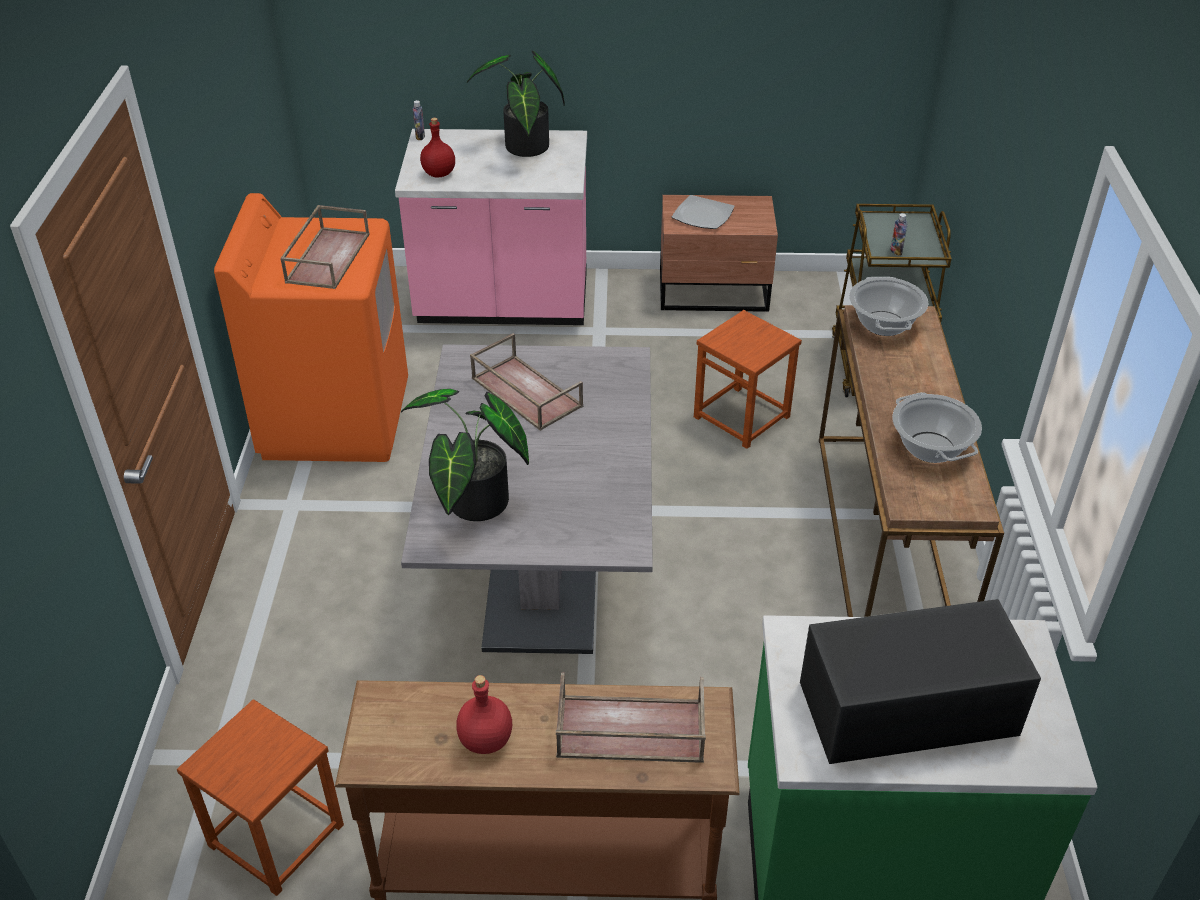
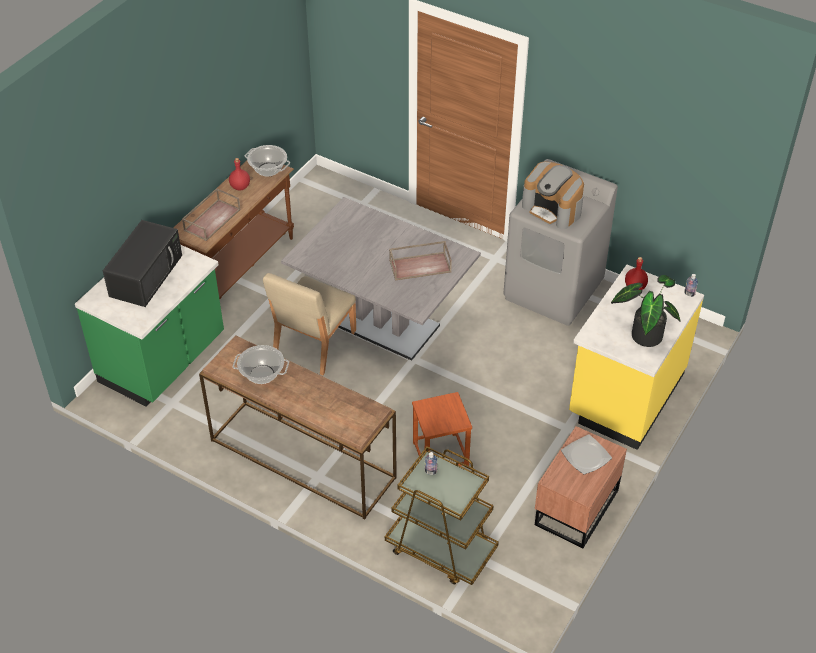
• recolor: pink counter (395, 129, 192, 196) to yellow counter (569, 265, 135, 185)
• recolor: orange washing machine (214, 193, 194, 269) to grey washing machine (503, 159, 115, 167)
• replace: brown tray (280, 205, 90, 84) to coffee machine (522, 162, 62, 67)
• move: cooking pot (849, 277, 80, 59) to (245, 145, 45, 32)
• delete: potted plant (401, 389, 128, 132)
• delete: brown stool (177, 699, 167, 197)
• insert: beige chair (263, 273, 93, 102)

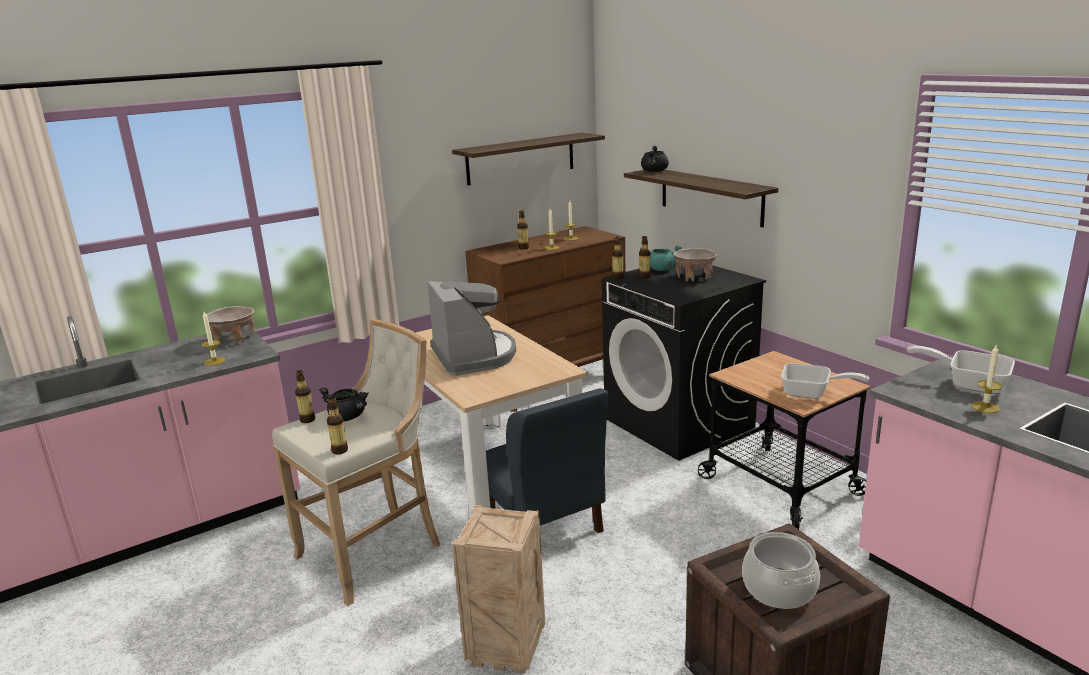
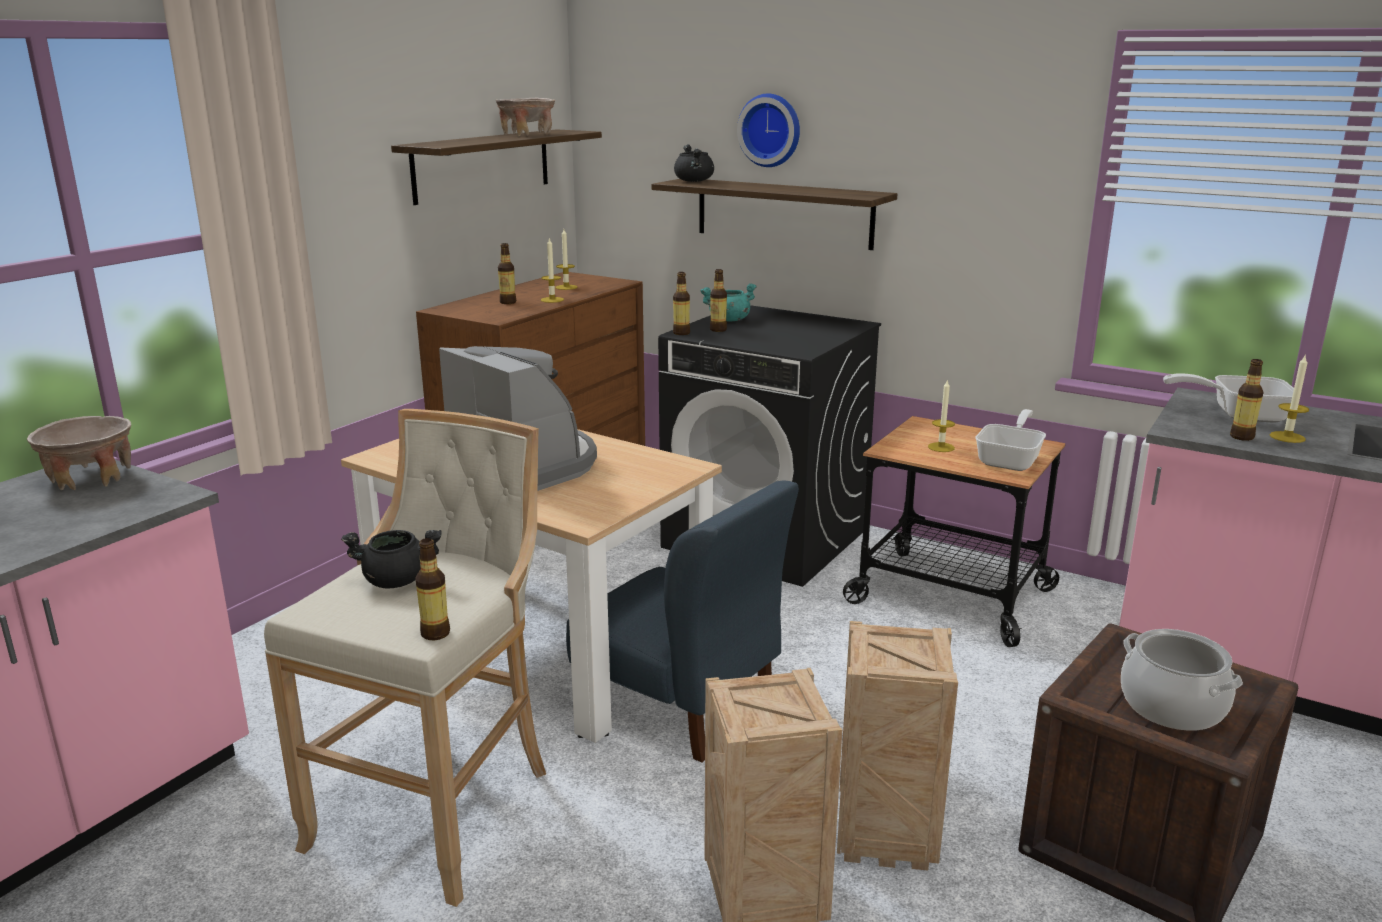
• move: beige bowl (673, 248, 44, 34) to (496, 98, 59, 39)
• move: candle (202, 312, 23, 54) to (928, 379, 27, 73)
• rotate: frying pan (781, 363, 89, 36) = (975, 409, 71, 62) 60 degrees counterclockwise
• move: bottle (295, 370, 20, 53) to (1230, 359, 34, 82)
• insert: wall clock (737, 93, 63, 74)
• insert: crate (837, 621, 121, 250)

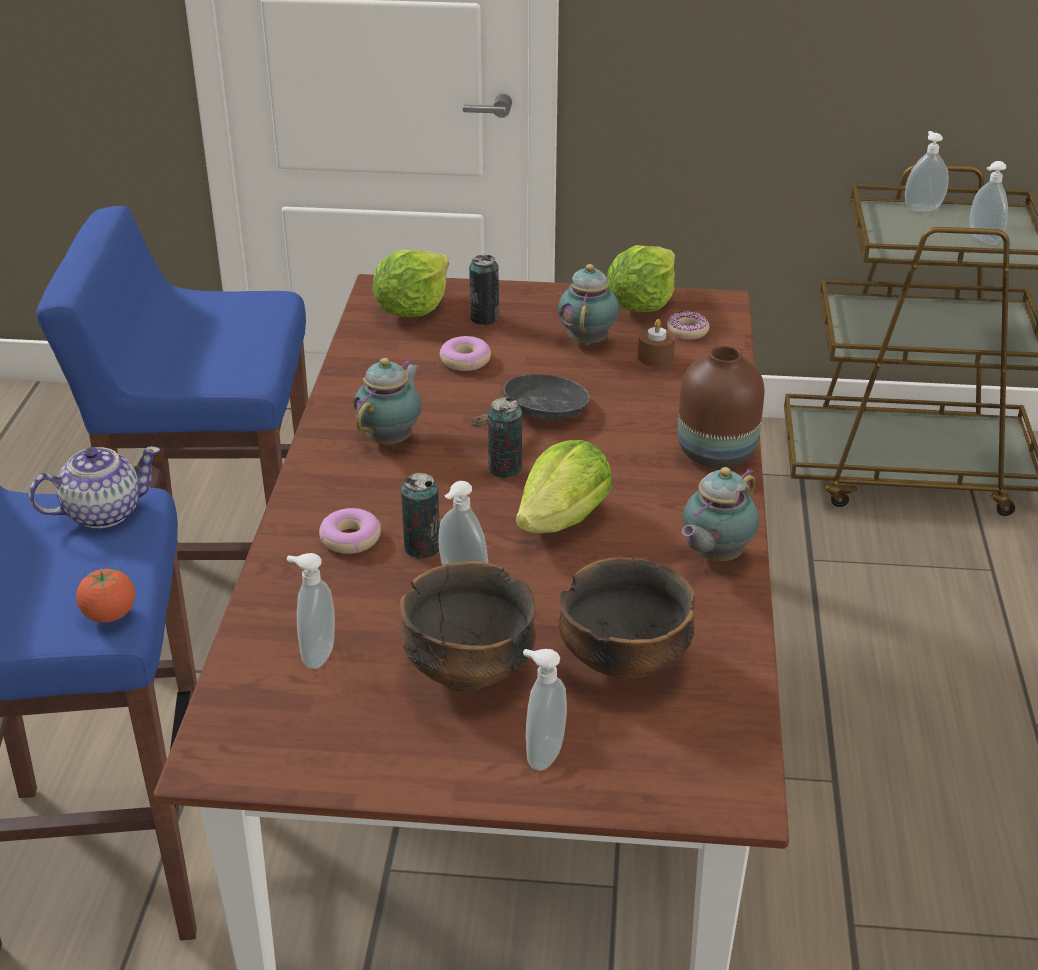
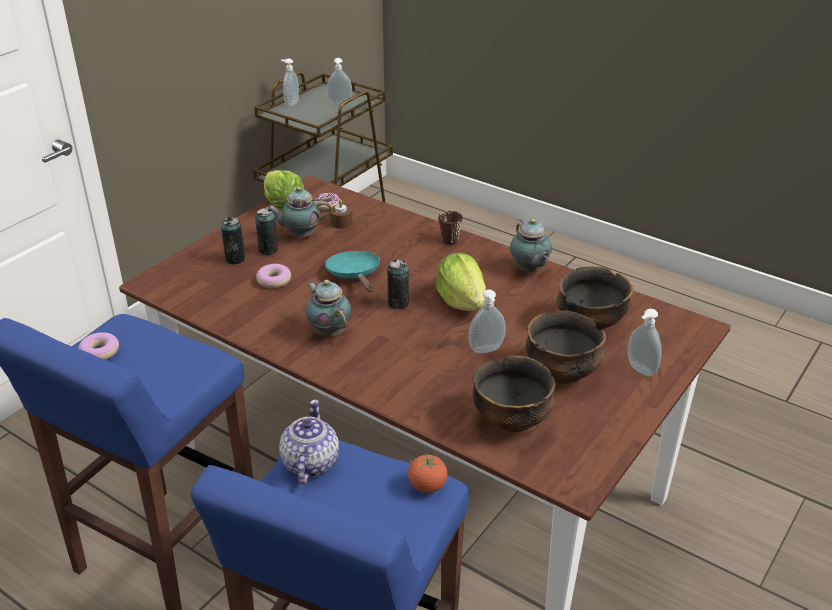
• delete: lettuce (372, 250, 77, 67)
• rotate: teapot (558, 264, 61, 81) = (266, 187, 66, 50) 45 degrees counterclockwise
• replace: brown vase (678, 346, 86, 122) to brown mug (438, 211, 24, 34)
• recolor: black frying pan (471, 374, 119, 53) to turquoise frying pan (325, 251, 55, 41)
• move: can (401, 472, 39, 86) to (255, 208, 23, 47)
• move: donut (319, 508, 62, 46) to (78, 332, 41, 28)
• replace: soap dispenser (287, 553, 48, 116) to bowl (472, 356, 83, 76)

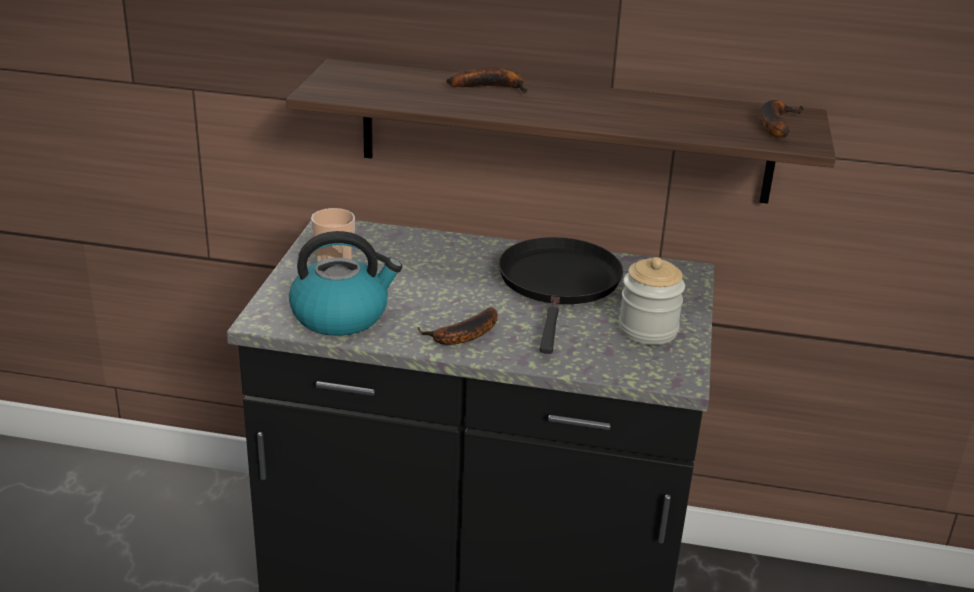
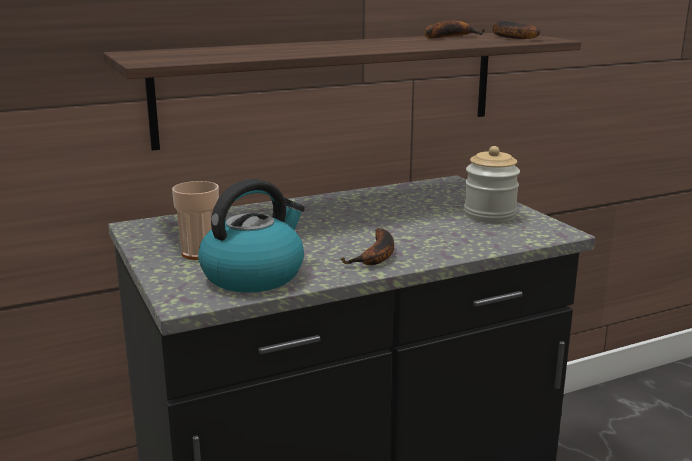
• move: banana (447, 67, 81, 27) to (424, 20, 61, 18)
• delete: black frying pan (498, 237, 125, 117)

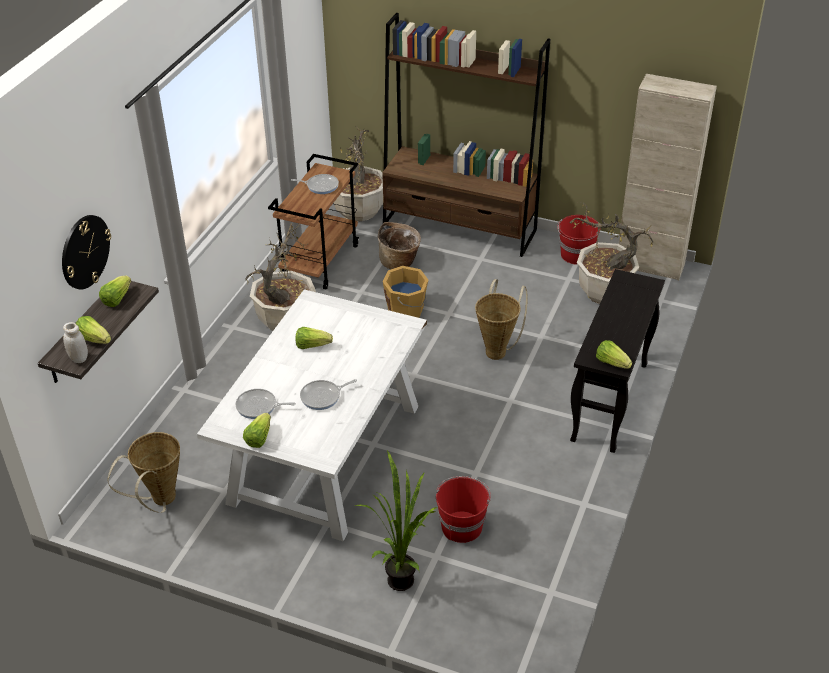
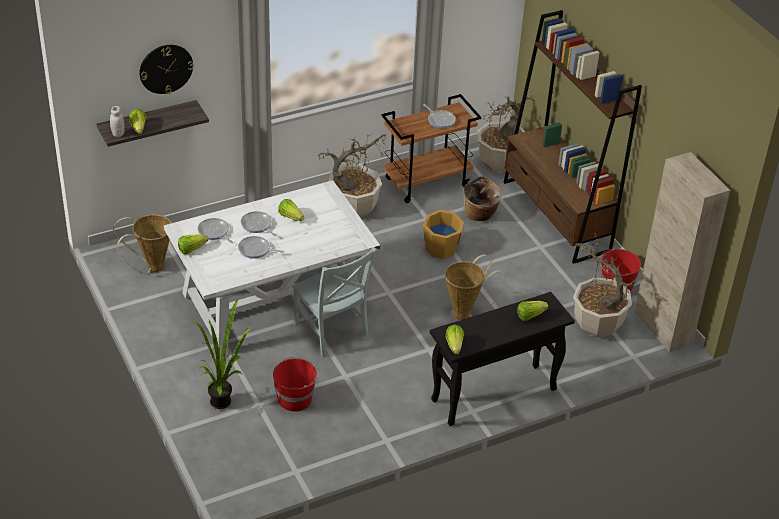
• move: lettuce (99, 276, 32, 31) to (517, 301, 31, 20)
• insert: frying pan (241, 211, 35, 25)
• insert: grey chair (292, 247, 85, 111)

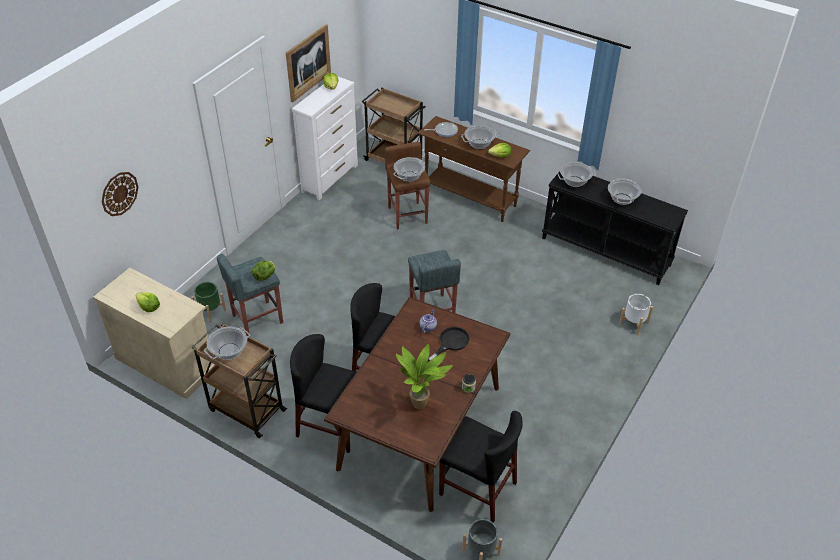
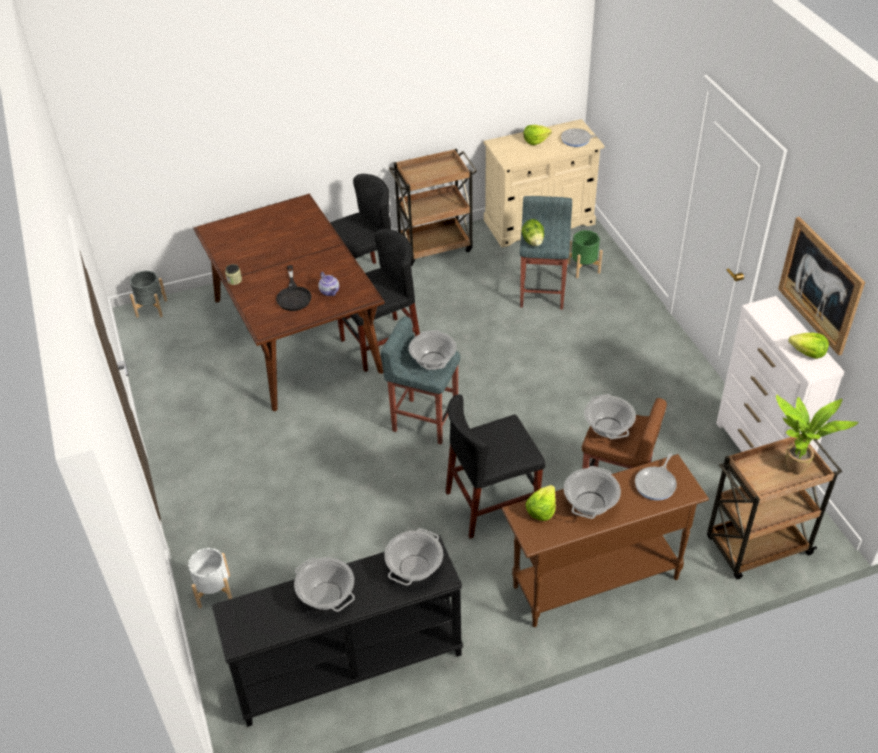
• delete: wall clock (102, 172, 36, 44)
• move: cooking pot (204, 327, 46, 33) to (409, 330, 48, 40)
• move: potted plant (396, 344, 57, 65) to (776, 394, 83, 80)
• move: black chair (439, 411, 84, 112) to (446, 395, 100, 144)
• insert: frying pan (561, 128, 45, 19)

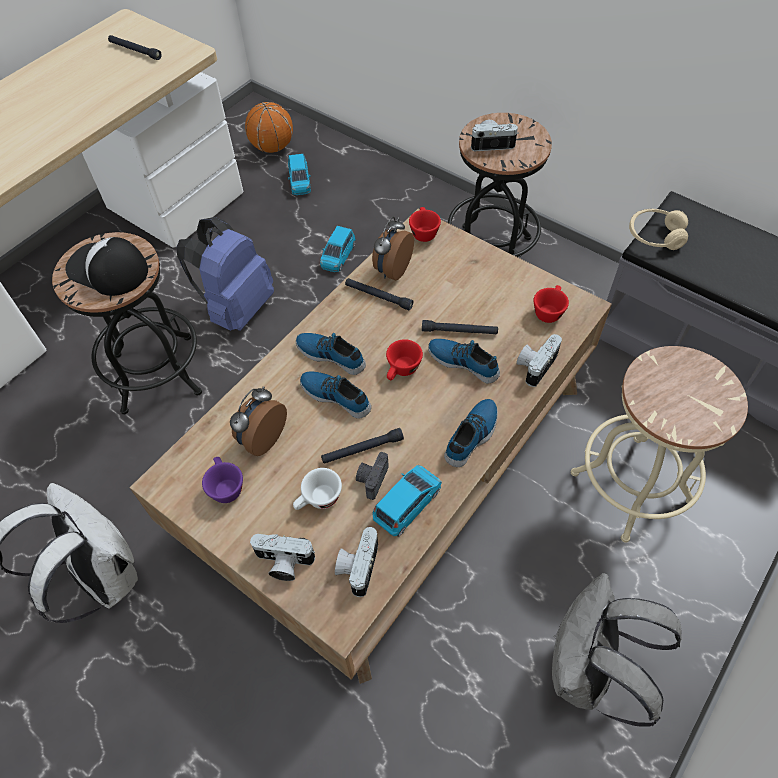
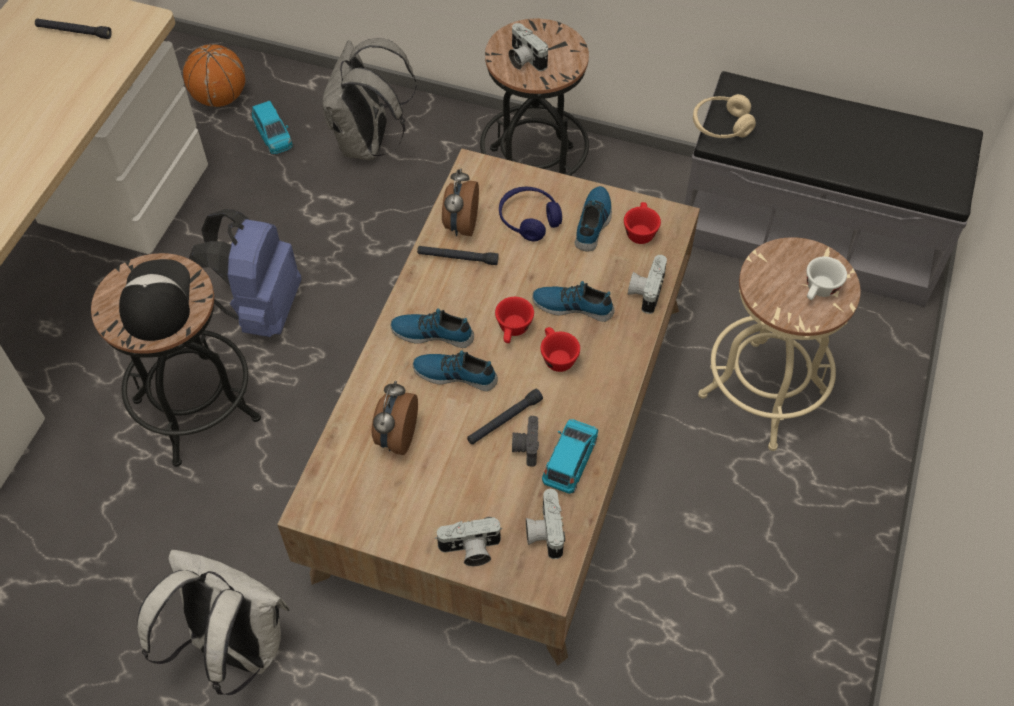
• rotate: photo camera (470, 120, 49, 31) = (509, 23, 39, 48) 105 degrees counterclockwise
• move: red cup (409, 207, 32, 35) to (540, 327, 40, 45)
• delete: blue toy car (320, 226, 36, 46)
• rotate: cap (65, 237, 83, 59) = (119, 259, 71, 82) 75 degrees clockwise
• delete: black flashlight (422, 320, 76, 14)
• move: shoe (444, 399, 54, 68) to (575, 186, 37, 65)
• delete: purple cup (202, 457, 41, 46)
• move: white cup (293, 468, 49, 42) to (806, 257, 41, 43)
• move: grey backpack (552, 573, 130, 154) to (322, 38, 95, 122)
• insert: blue headphones (499, 187, 63, 54)

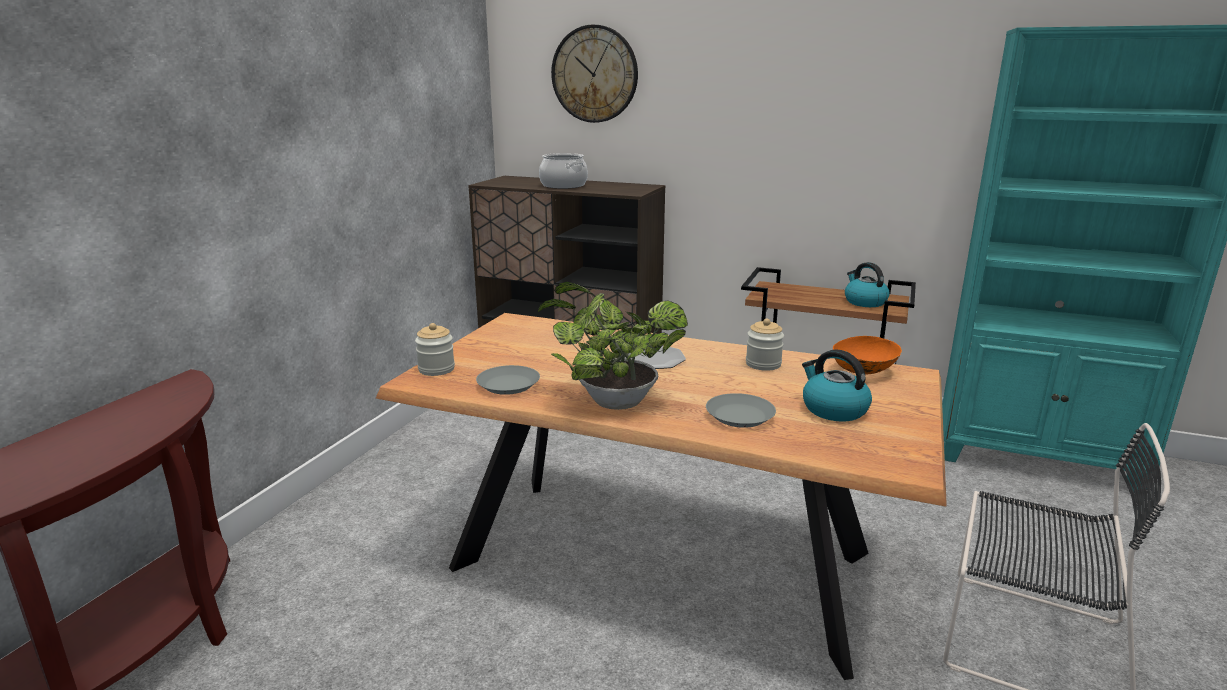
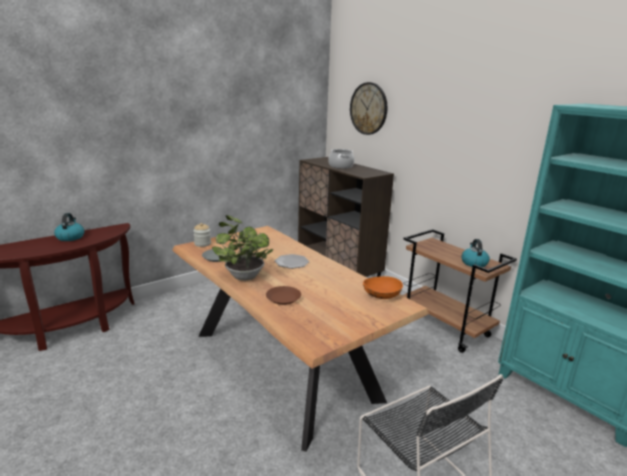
• delete: jar (746, 319, 38, 52)
• move: kettle (802, 349, 70, 72) to (54, 213, 30, 28)
• recolor: grey plate (706, 393, 70, 35) to brown plate (266, 286, 35, 19)

